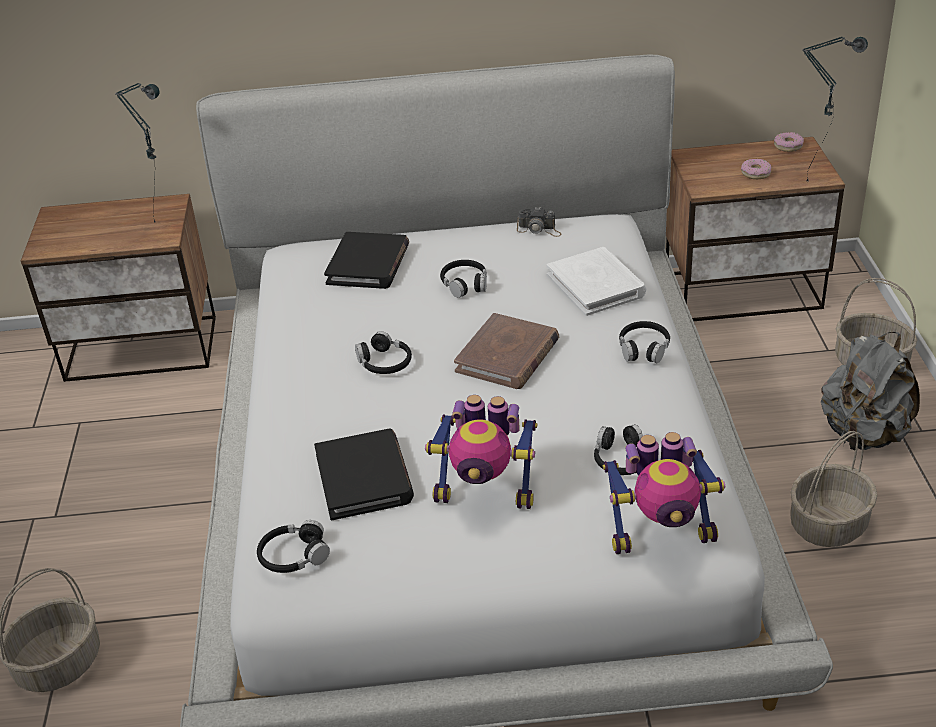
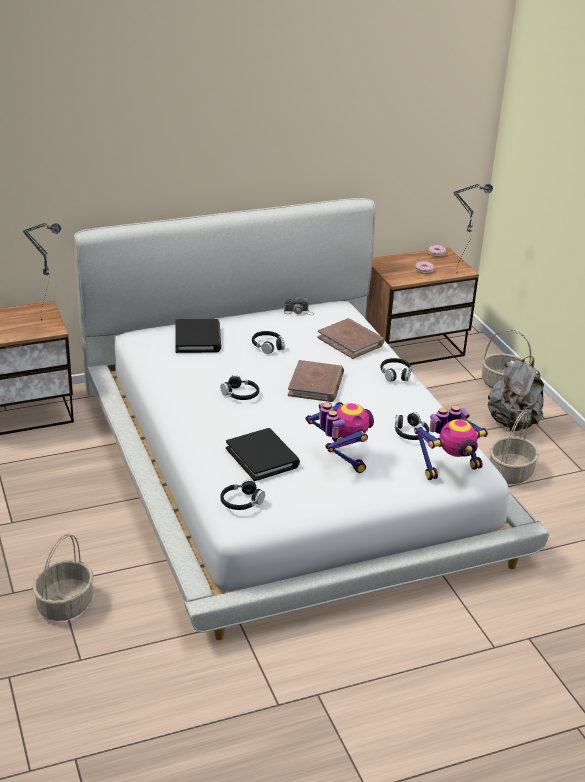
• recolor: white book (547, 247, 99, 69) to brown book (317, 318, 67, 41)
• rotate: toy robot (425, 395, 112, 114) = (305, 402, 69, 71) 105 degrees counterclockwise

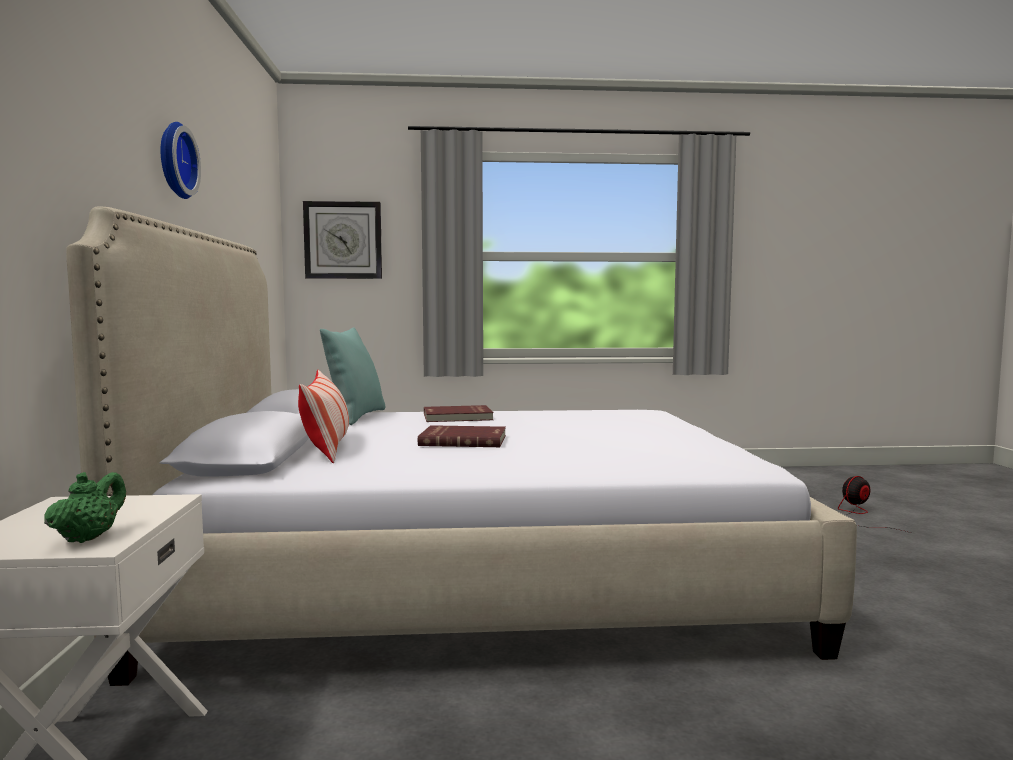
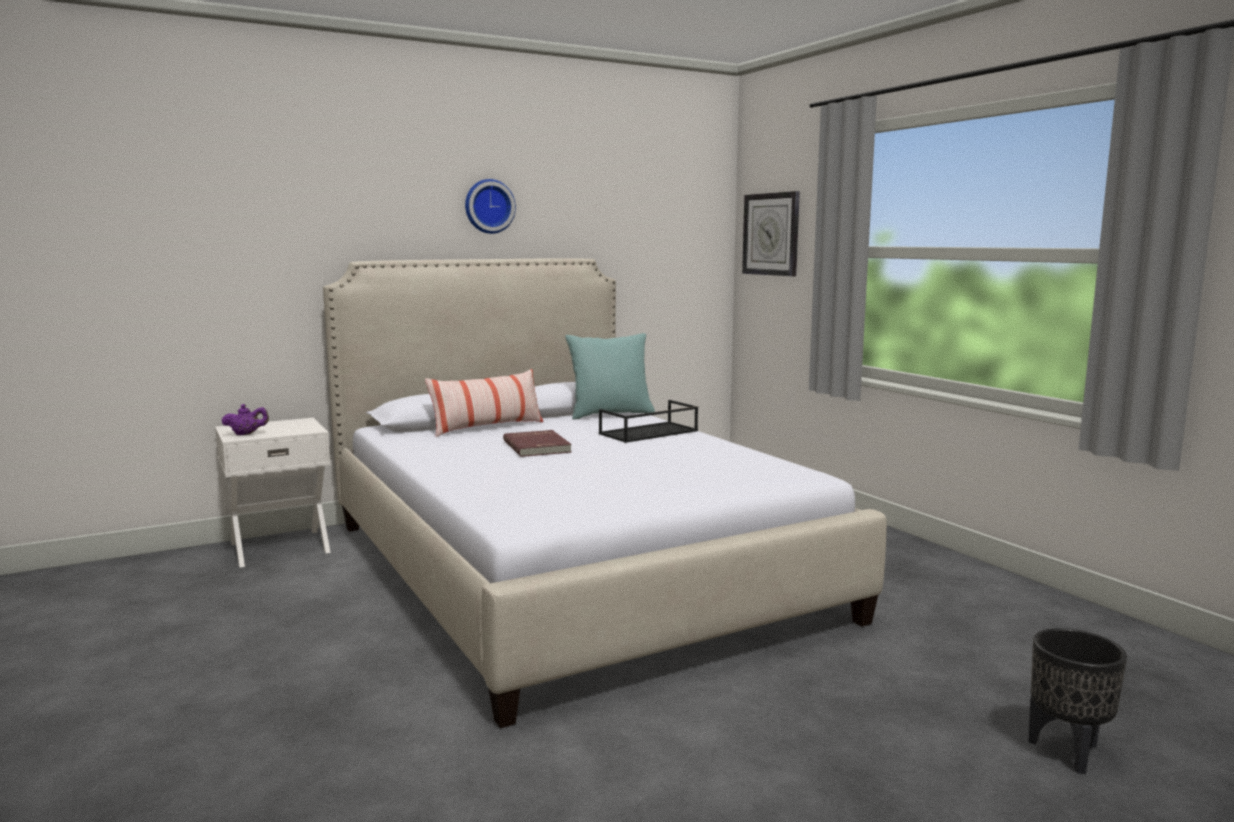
• replace: red book (424, 405, 70, 17) to black tray (599, 400, 99, 43)
• recolor: green teapot (44, 472, 82, 71) to purple teapot (222, 404, 47, 31)
• replace: fan (838, 476, 73, 57) to black planter (1028, 628, 99, 146)

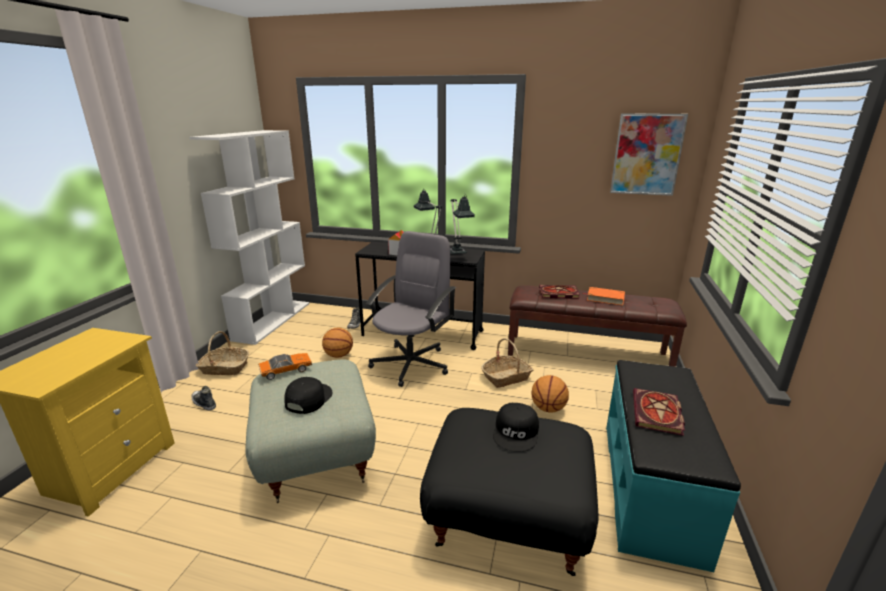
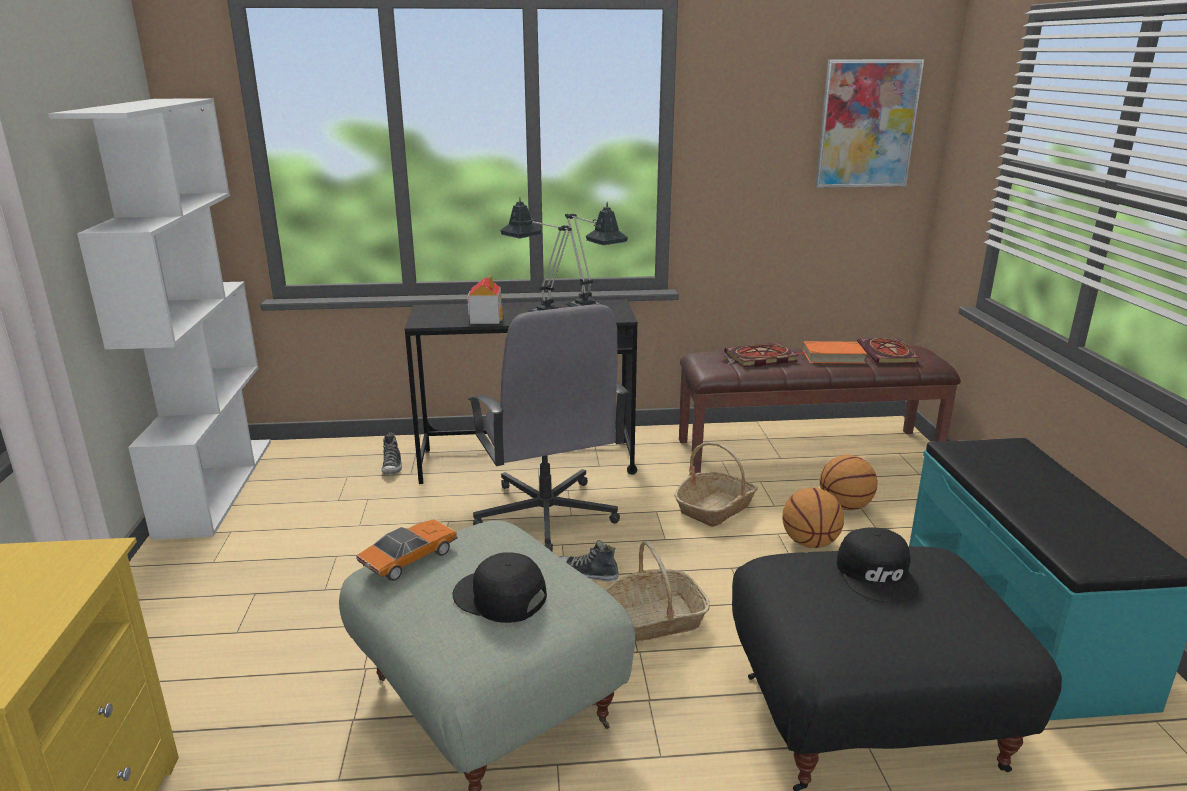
• rotate: grey office chair (366, 231, 90, 156) = (468, 304, 160, 247) 150 degrees clockwise
• move: basketball (322, 327, 31, 31) to (820, 455, 58, 55)
• move: basket (196, 331, 53, 44) to (604, 541, 106, 101)
• rotate: black cap (284, 377, 48, 37) = (452, 552, 95, 71) 60 degrees counterclockwise
• move: shoe (191, 386, 25, 24) to (559, 540, 60, 42)
• move: book (633, 388, 52, 48) to (857, 338, 63, 26)

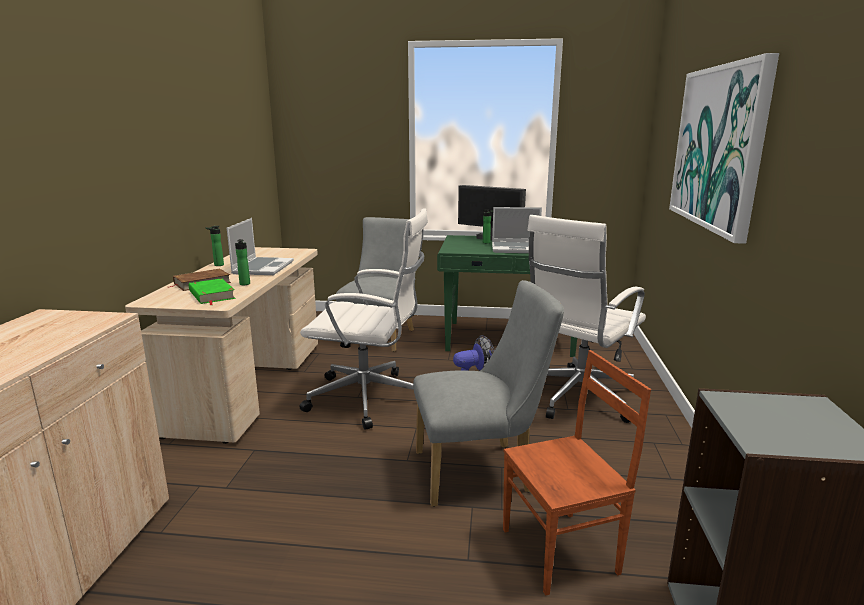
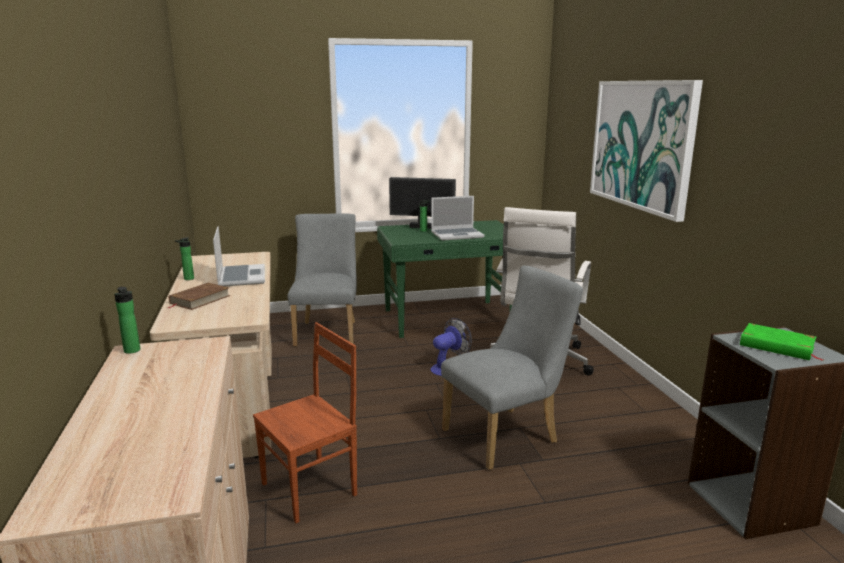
• delete: white office chair (300, 208, 128, 222)
• move: bottle (235, 239, 15, 46) to (114, 287, 26, 67)
• move: green book (189, 278, 47, 27) to (740, 323, 84, 38)
• move: brown chair (503, 350, 148, 246) to (253, 322, 104, 201)

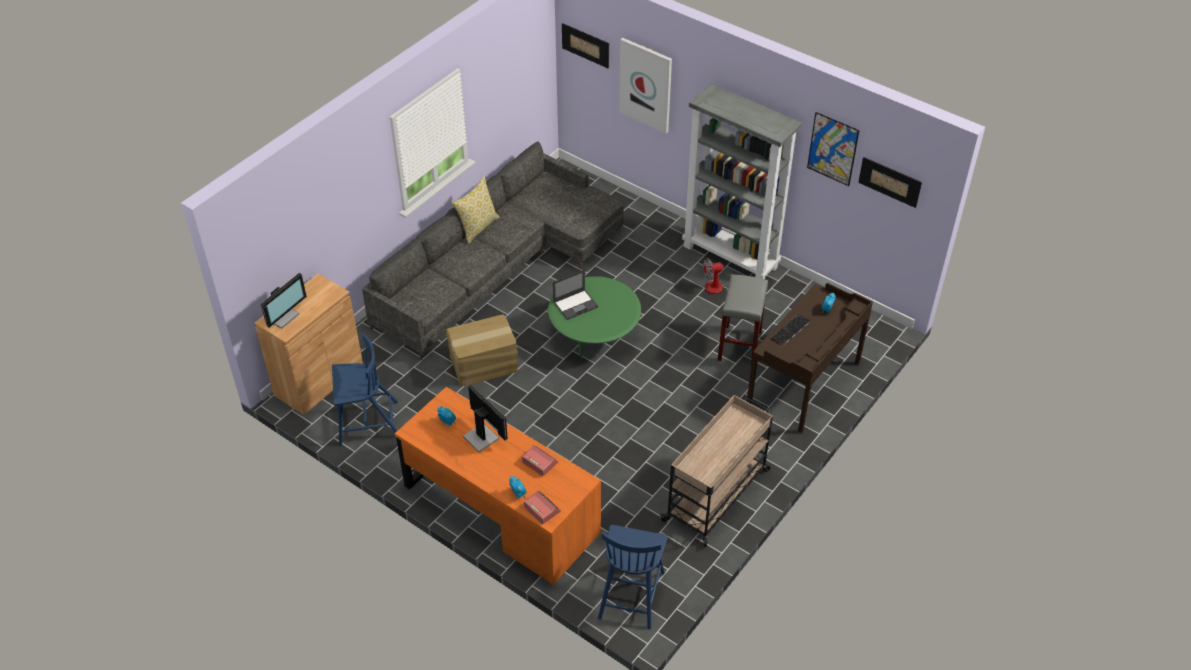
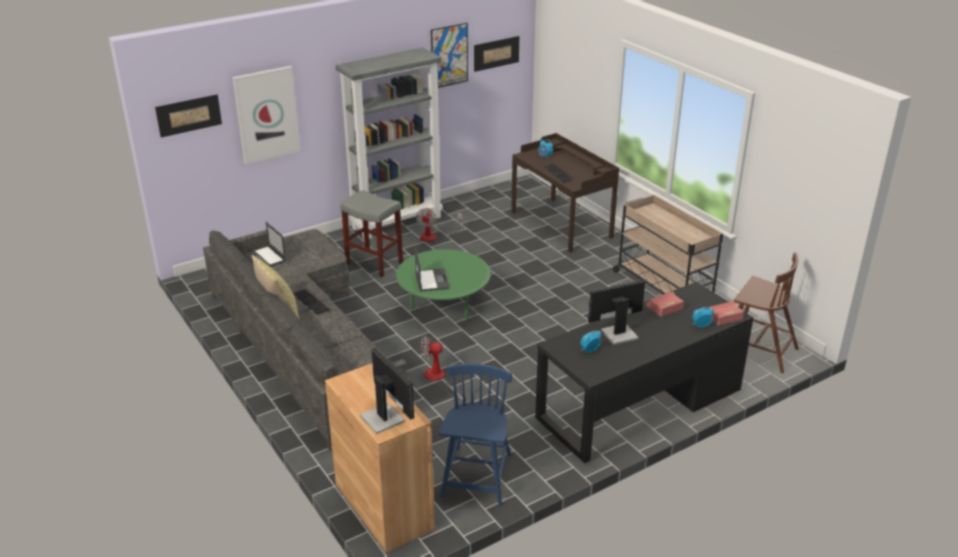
• move: grey stool (718, 274, 50, 91) to (340, 190, 63, 87)
• replace: cardboard box (446, 314, 72, 73) to fan (421, 336, 44, 61)
• recolor: orange desk (395, 387, 206, 198) to black desk (535, 282, 219, 181)
• recolor: blue chair (598, 525, 70, 104) to brown chair (734, 252, 65, 121)
• insert: laptop (244, 222, 42, 45)
• insert: keyboard (293, 289, 37, 26)

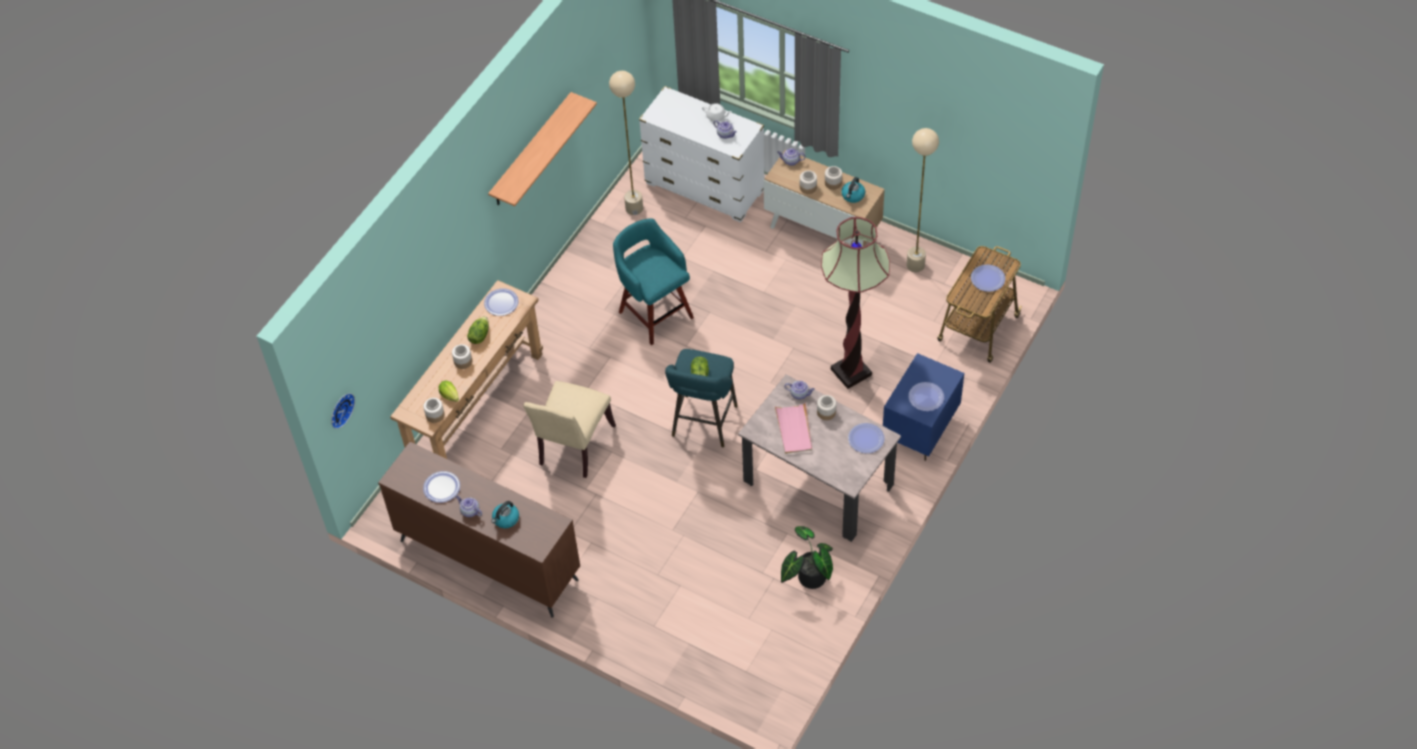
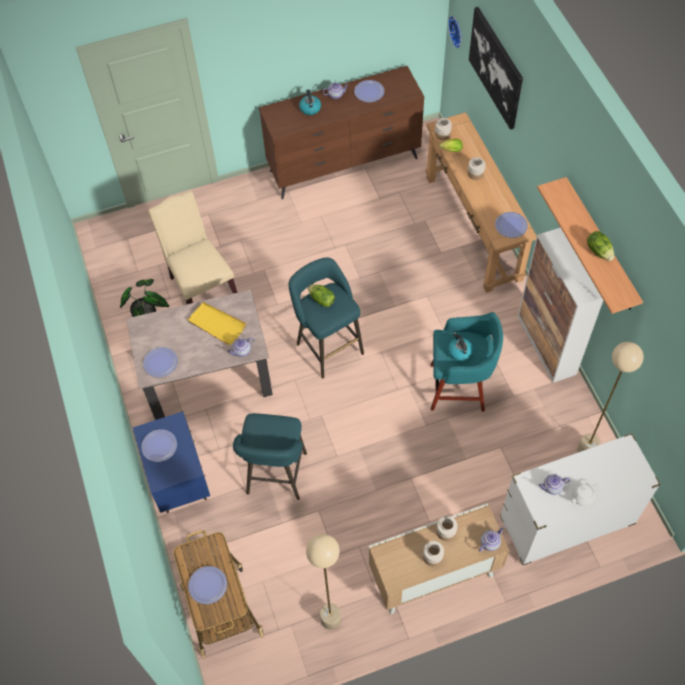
• move: kettle (841, 177, 24, 26) to (448, 332, 25, 29)
• replace: floor lamp (821, 217, 69, 172) to turquoise stool (233, 413, 74, 87)
• move: lettuce (467, 316, 22, 28) to (587, 231, 27, 30)
• move: beige chair (523, 381, 93, 97) to (148, 191, 89, 114)
• delete: jar (817, 395, 19, 25)
• recolor: pink tray (775, 402, 37, 52) to yellow tray (188, 302, 58, 43)
• insert: picture (469, 7, 54, 123)
• insert: cabinet (518, 227, 85, 156)

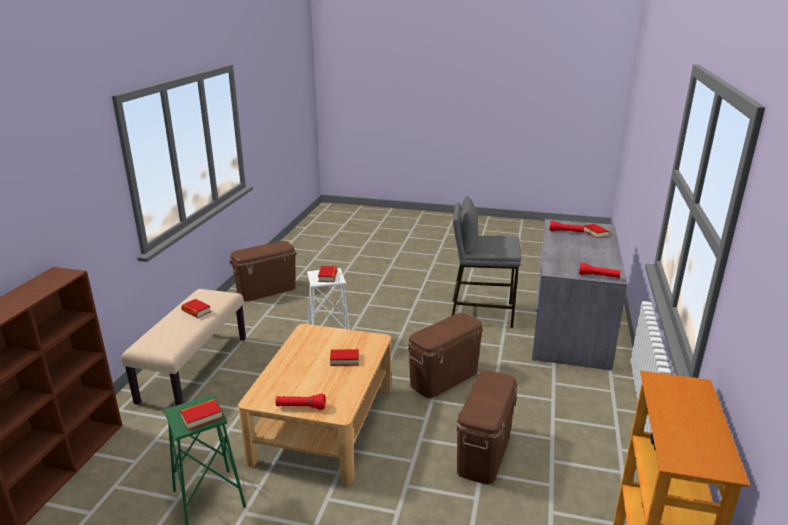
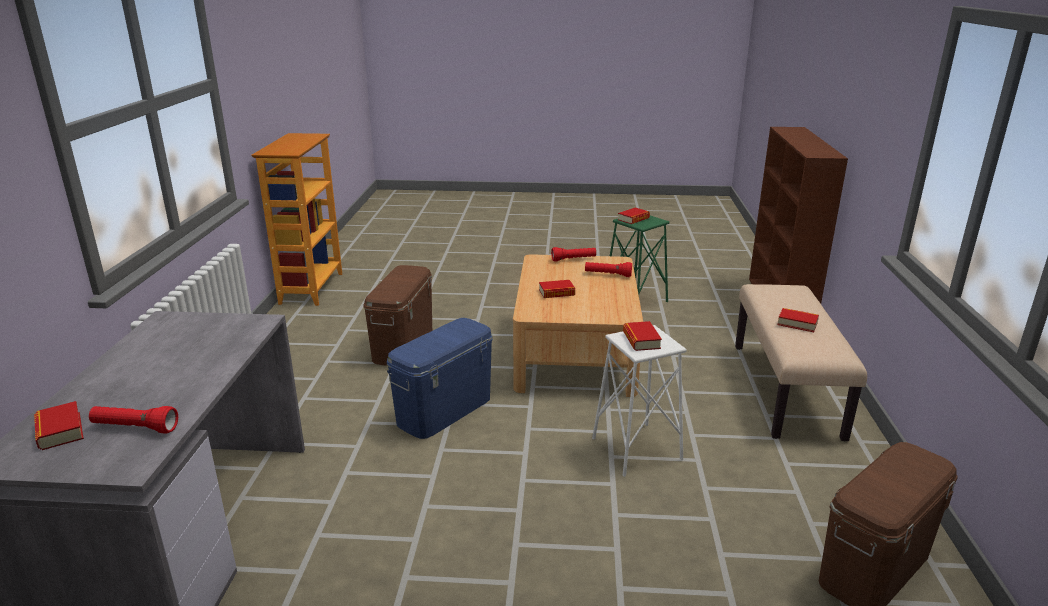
• delete: grey stool (452, 196, 69, 132)
• move: red flashlight (579, 262, 42, 16) to (585, 262, 47, 15)
• recolor: brown storage box (408, 313, 75, 85) to blue storage box (387, 318, 106, 121)

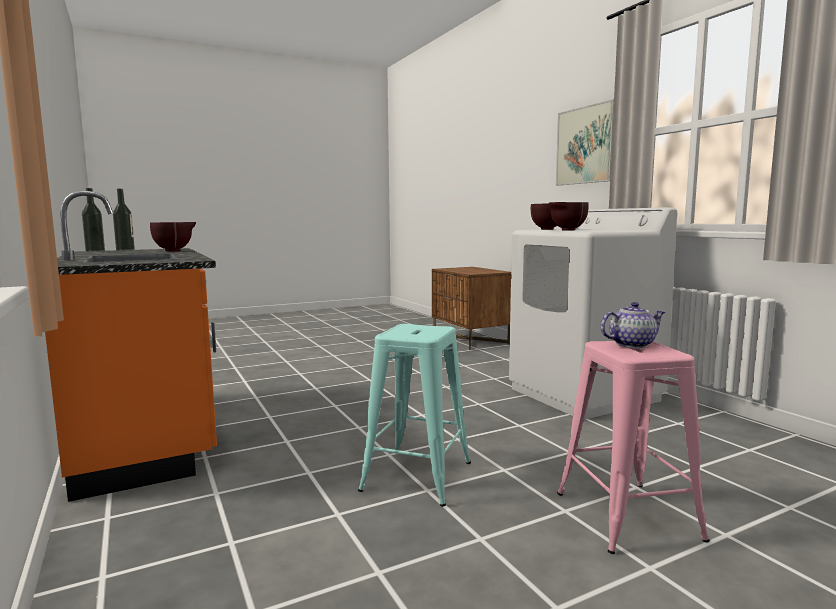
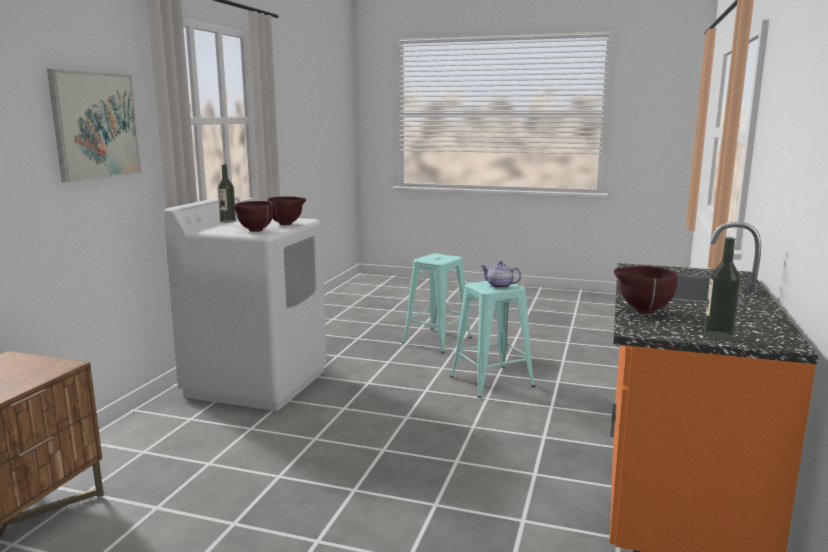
• move: bottle (82, 188, 23, 64) to (218, 164, 18, 59)
• move: teapot (601, 302, 64, 46) to (481, 261, 40, 27)
• recolor: pink stool (557, 341, 153, 213) to turquoise stool (402, 253, 70, 100)

